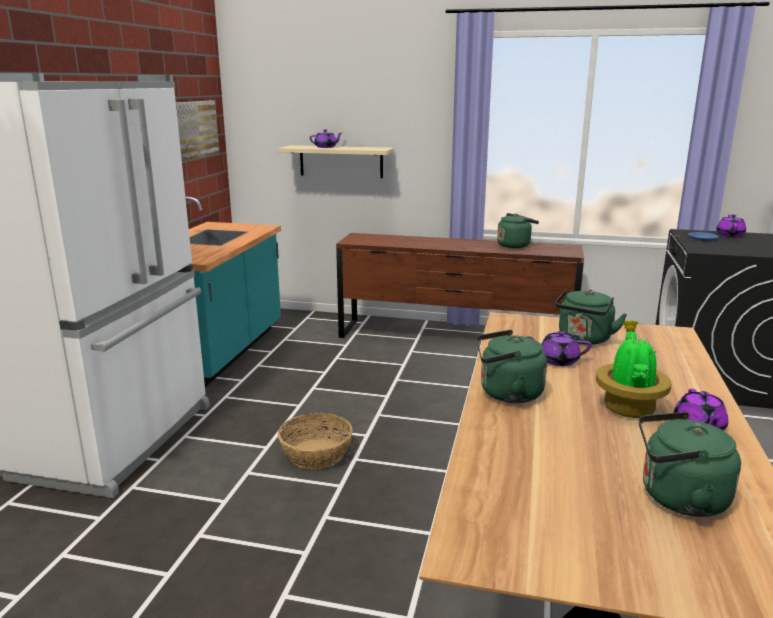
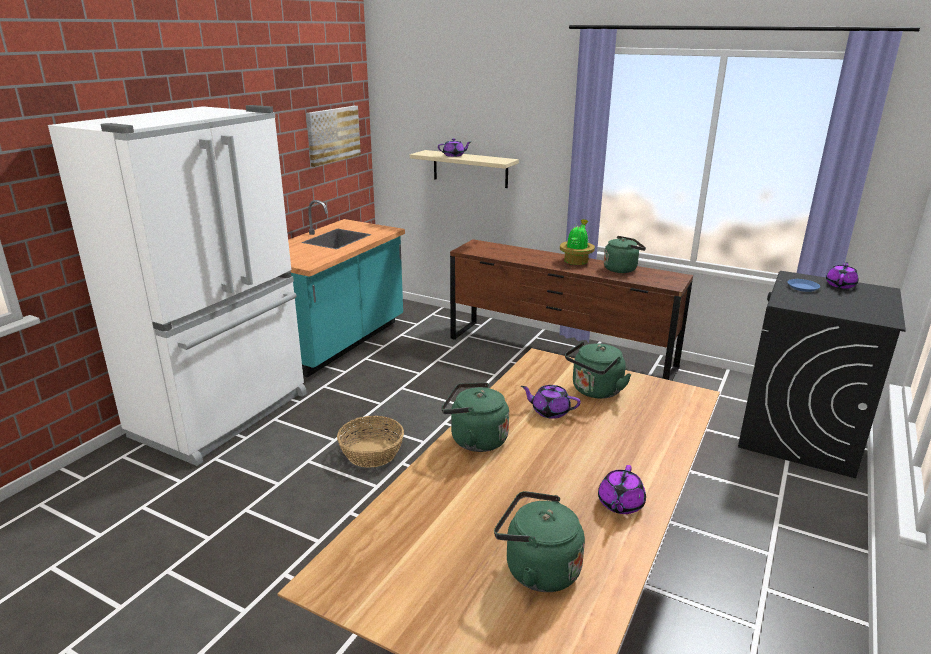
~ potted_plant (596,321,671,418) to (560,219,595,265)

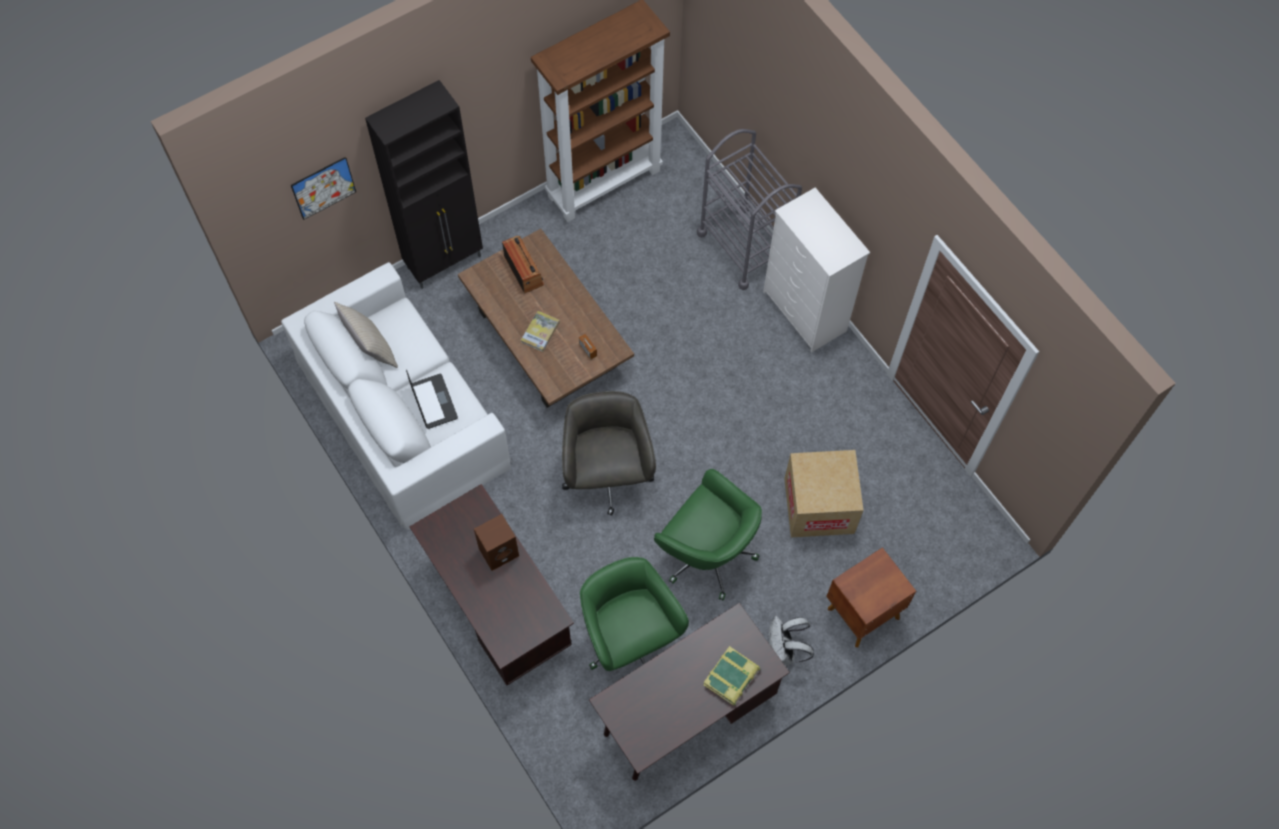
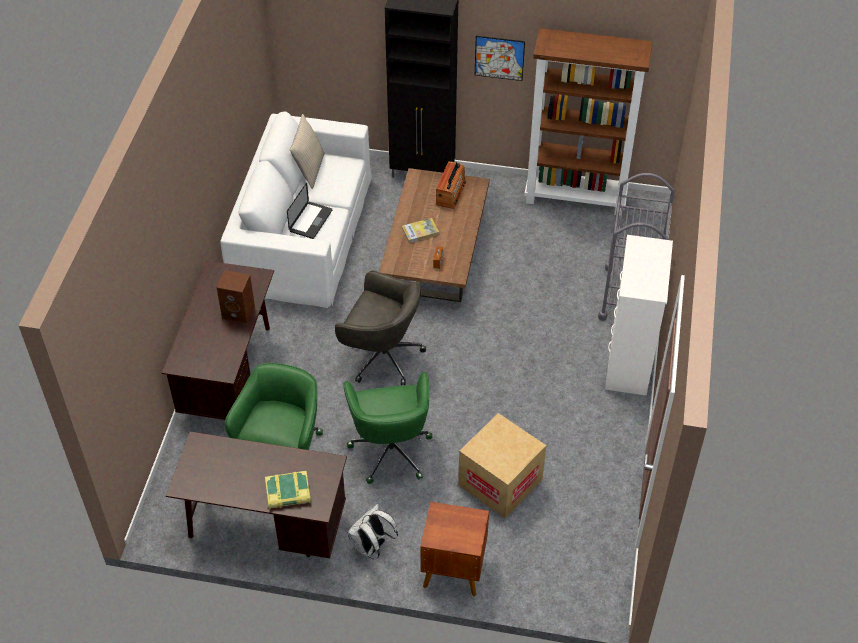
~ picture (291,157,356,220) to (475,36,525,81)
~ grey_office_chair (562,391,656,516) = (335,271,426,385) 75 degrees clockwise

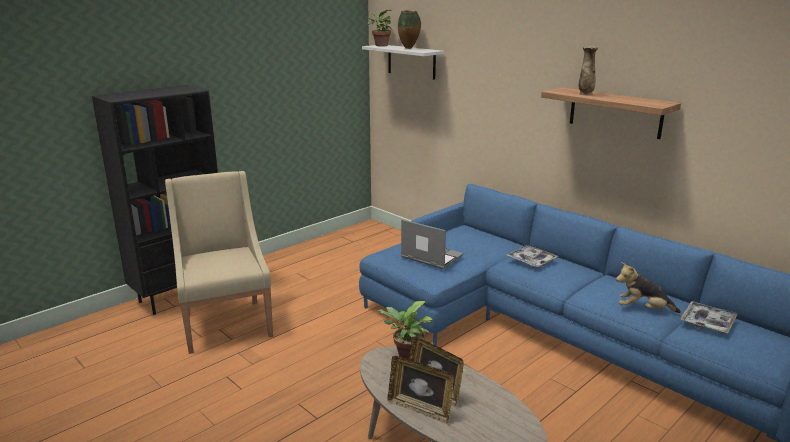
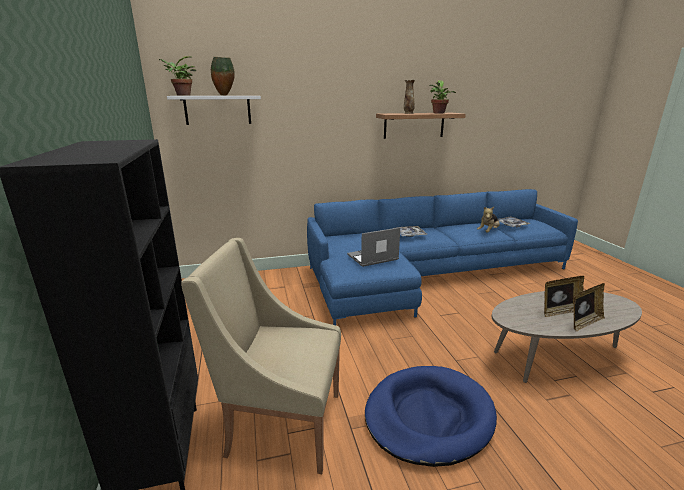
~ potted_plant (377,301,434,359) to (430,80,456,114)
+ blue_dog_bed (365,366,497,467)

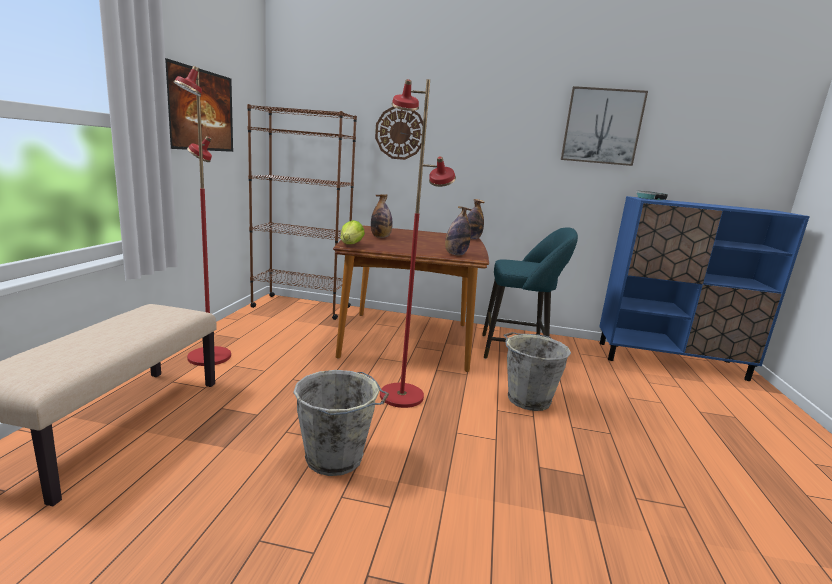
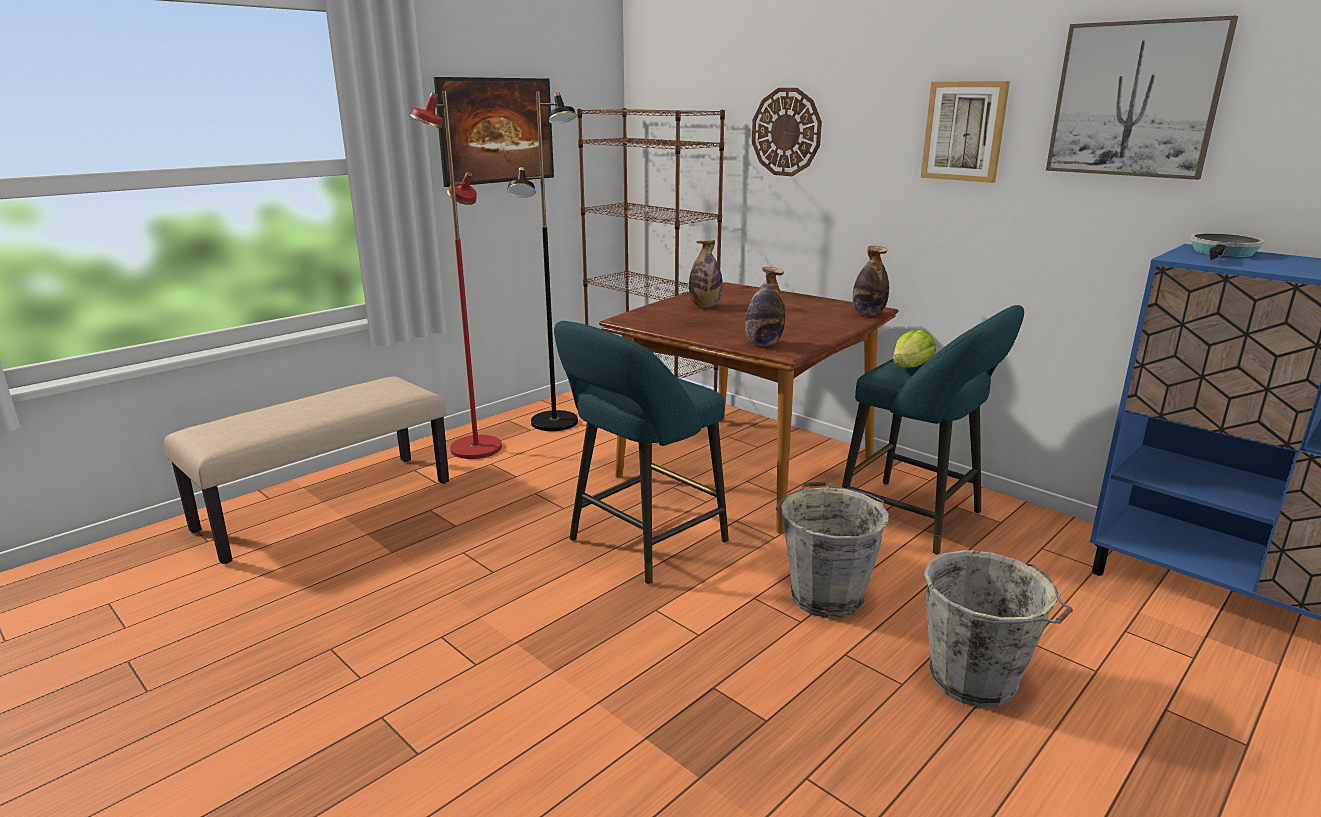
~ red_floor_lamp (380,79,456,408) to turquoise_stool (554,321,729,585)
~ lettuce (341,220,365,244) to (893,328,936,368)
~ grey_bucket (293,370,389,476) to (924,550,1073,708)
+ picture (921,81,1010,183)
+ black_floor_lamp (507,91,578,431)

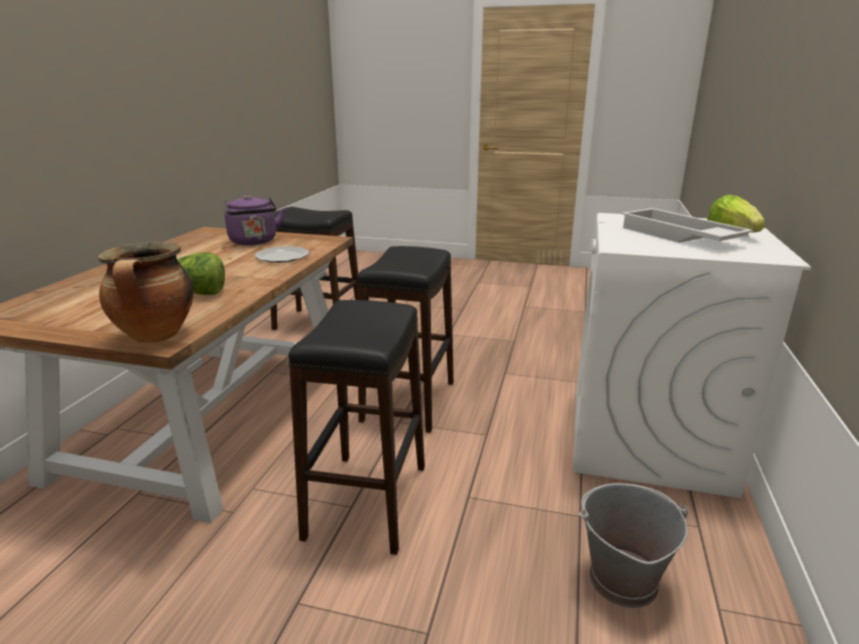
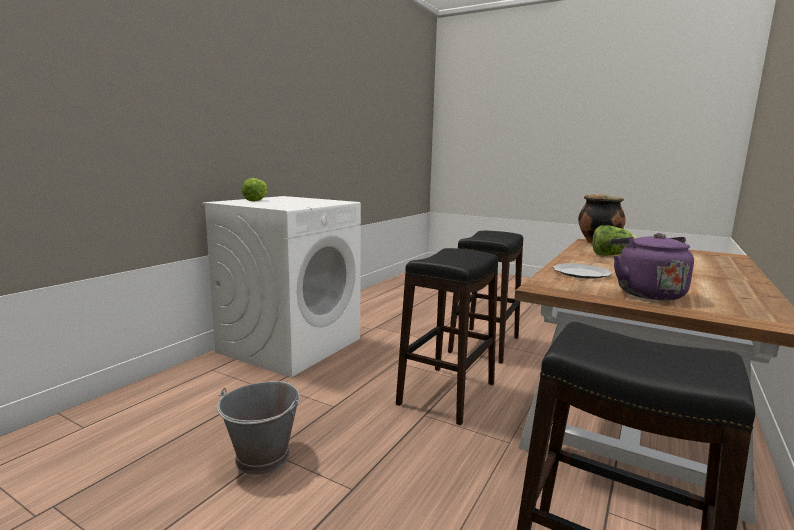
- white_tray (622,208,753,243)
~ grey_bucket (579,483,688,608) to (216,381,300,475)

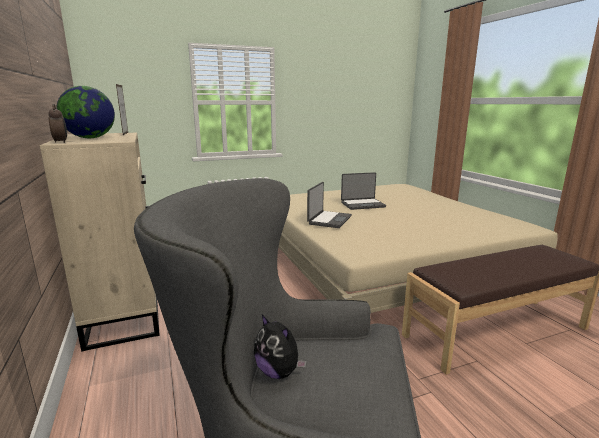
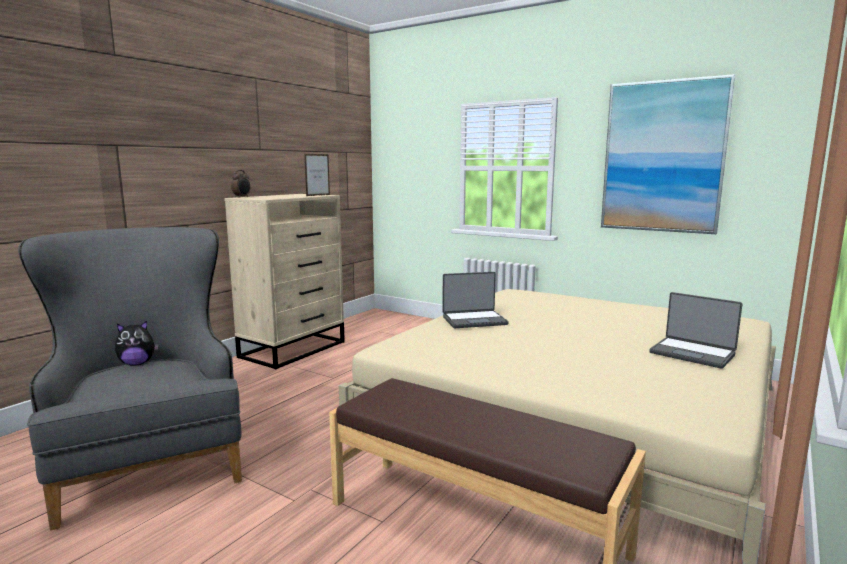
- globe (56,86,115,138)
~ laptop (341,172,386,210) to (649,292,742,369)
~ plush_toy (254,315,307,379) = (115,321,159,366) 120 degrees counterclockwise
+ picture (601,74,735,234)

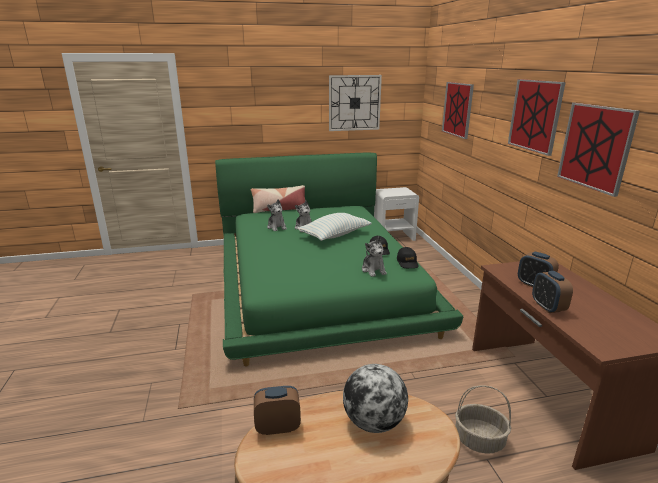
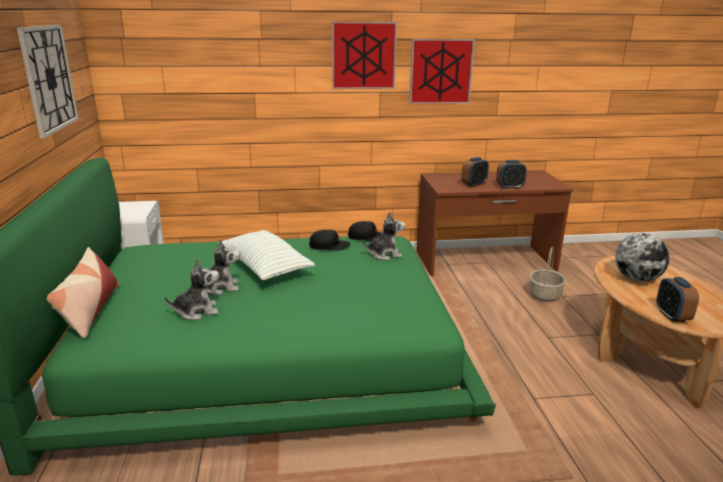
- picture (442,82,474,139)

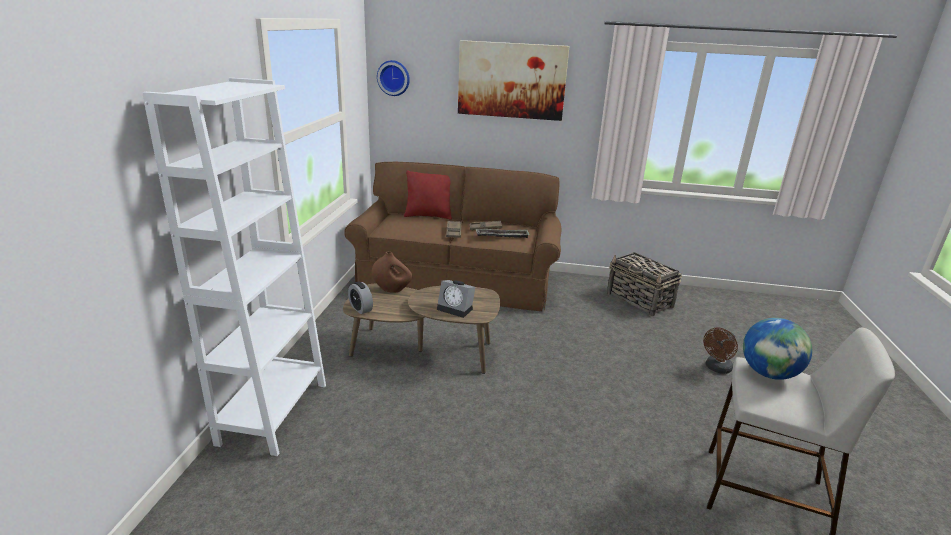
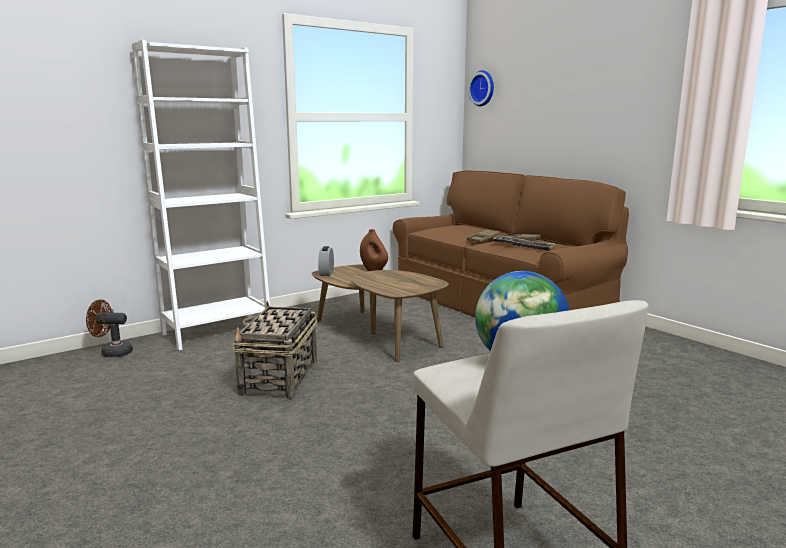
- picture (458,40,570,121)
- red_pillow (404,171,452,220)
~ basket (607,252,682,316) to (233,301,318,399)
- alarm_clock (437,280,475,318)
~ brown_fan (703,328,738,374) to (86,300,133,357)

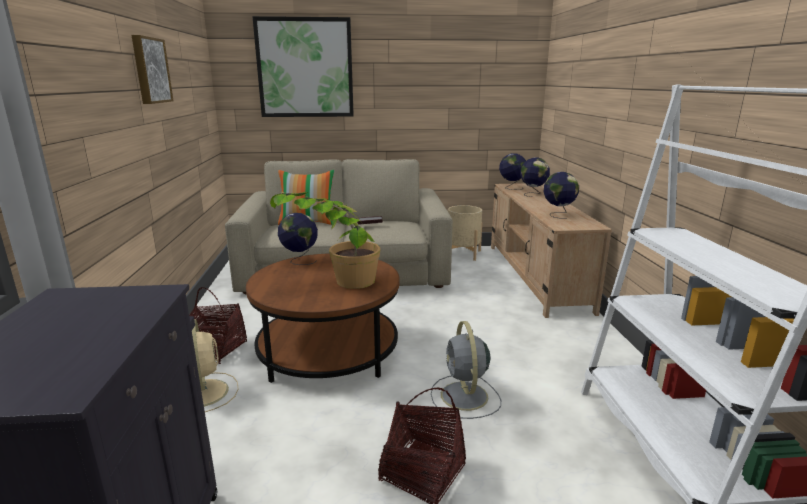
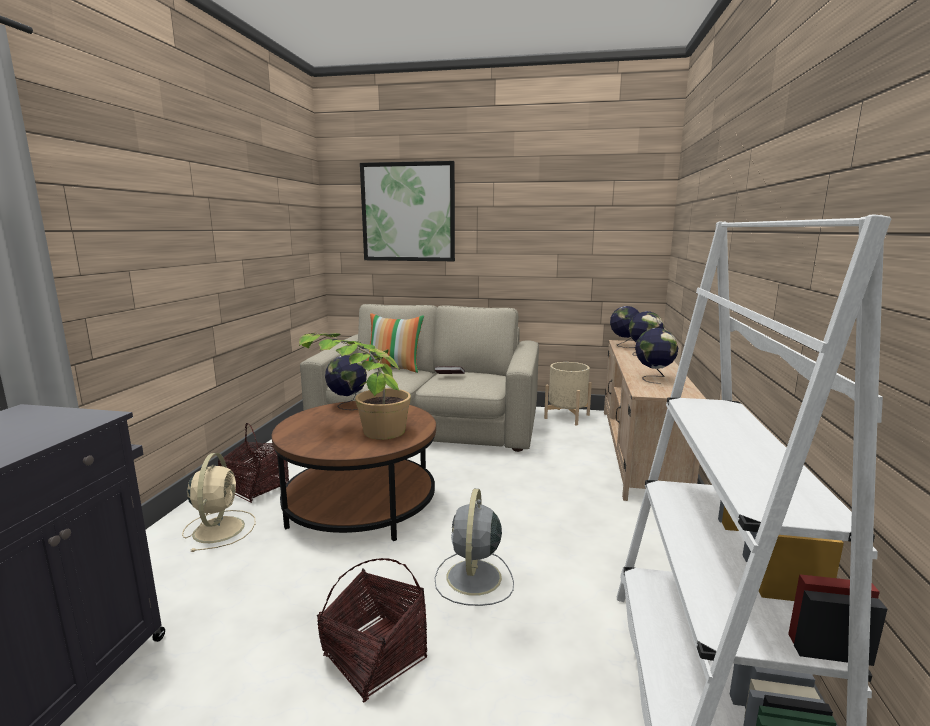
- picture (131,35,174,104)

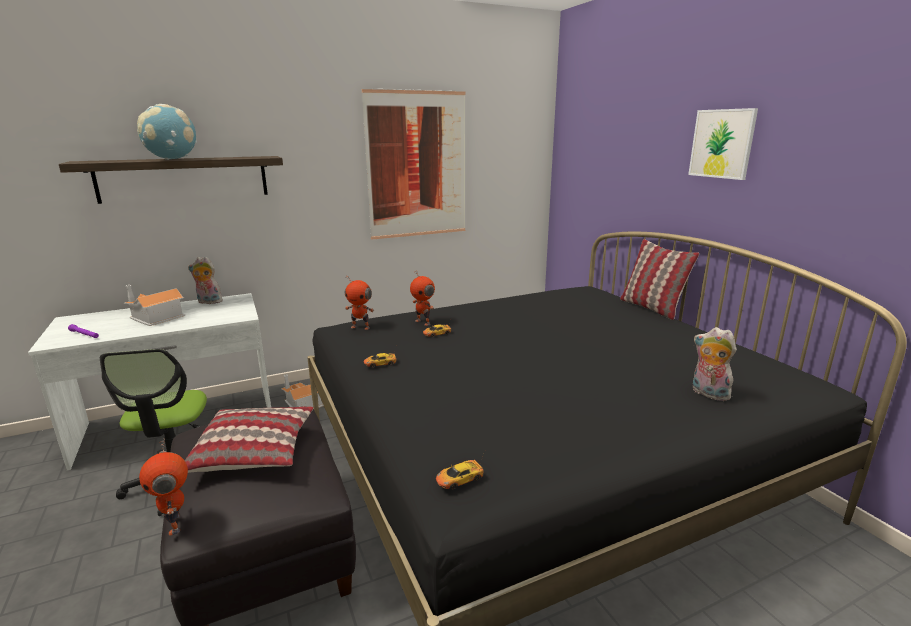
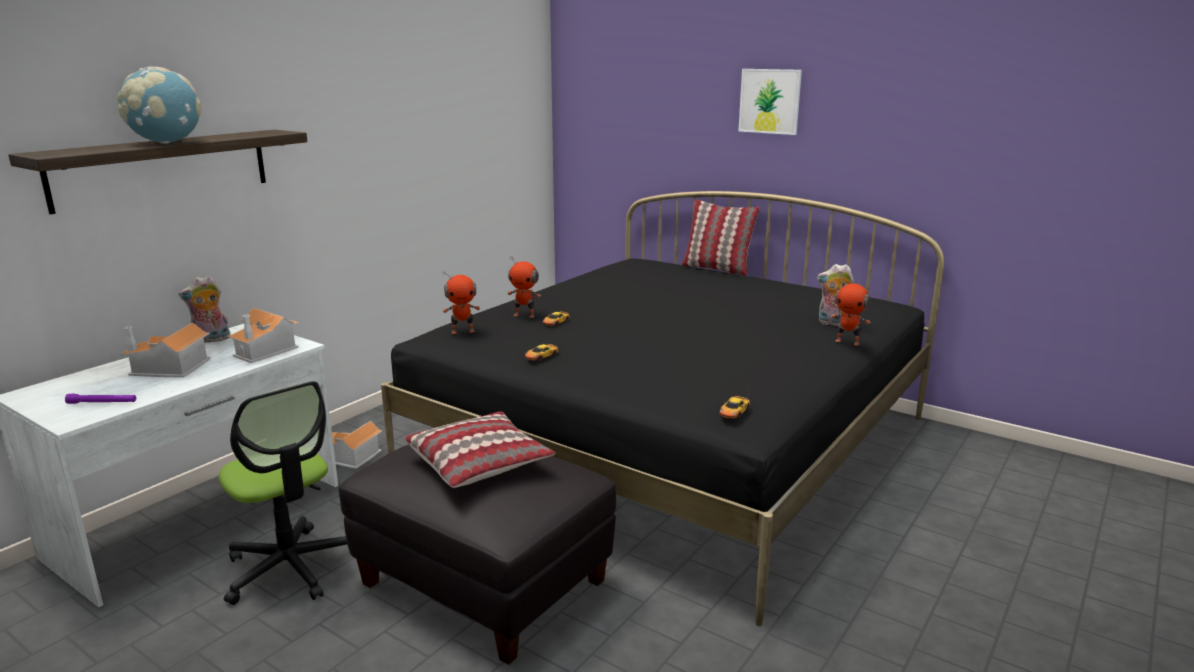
- picture (362,89,466,240)
~ toy_robot (139,438,188,536) to (831,276,870,346)
+ toy_house (228,308,299,363)

